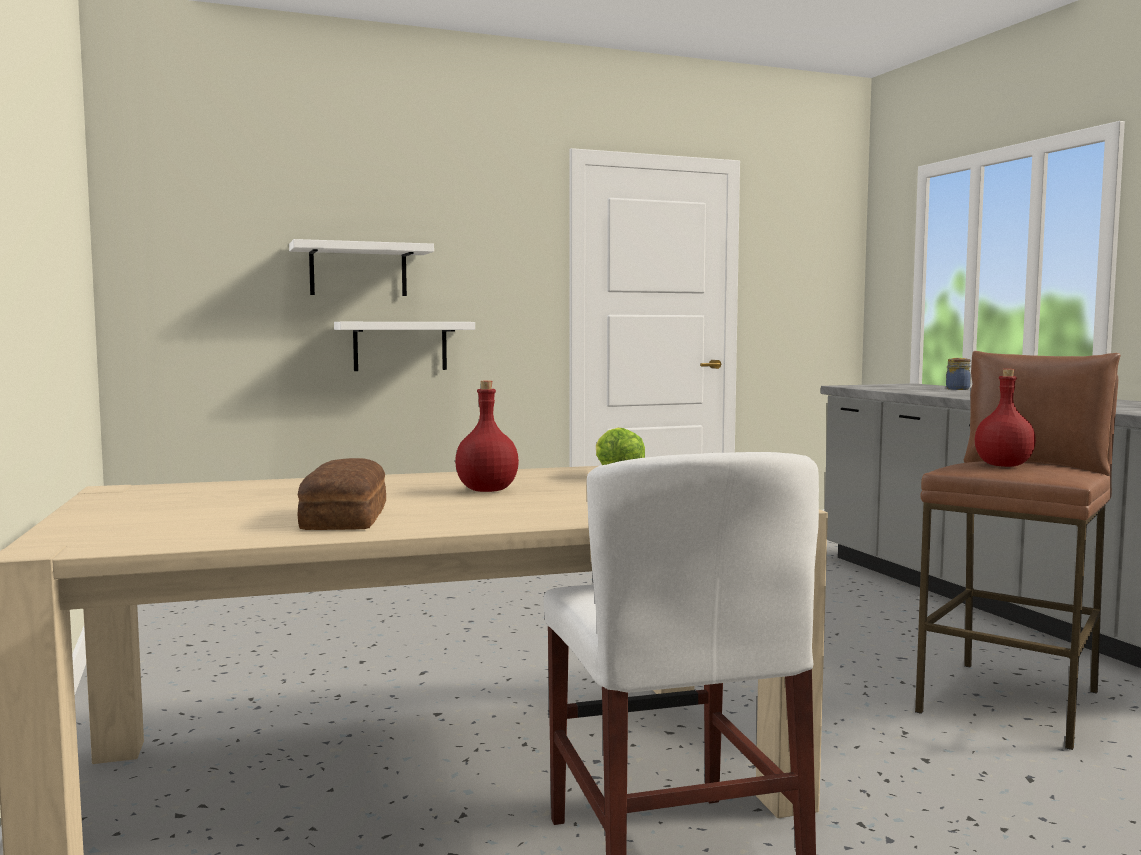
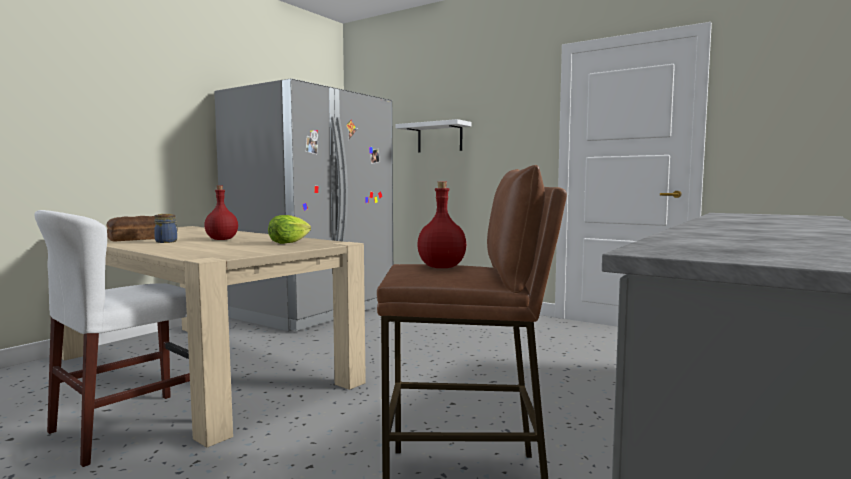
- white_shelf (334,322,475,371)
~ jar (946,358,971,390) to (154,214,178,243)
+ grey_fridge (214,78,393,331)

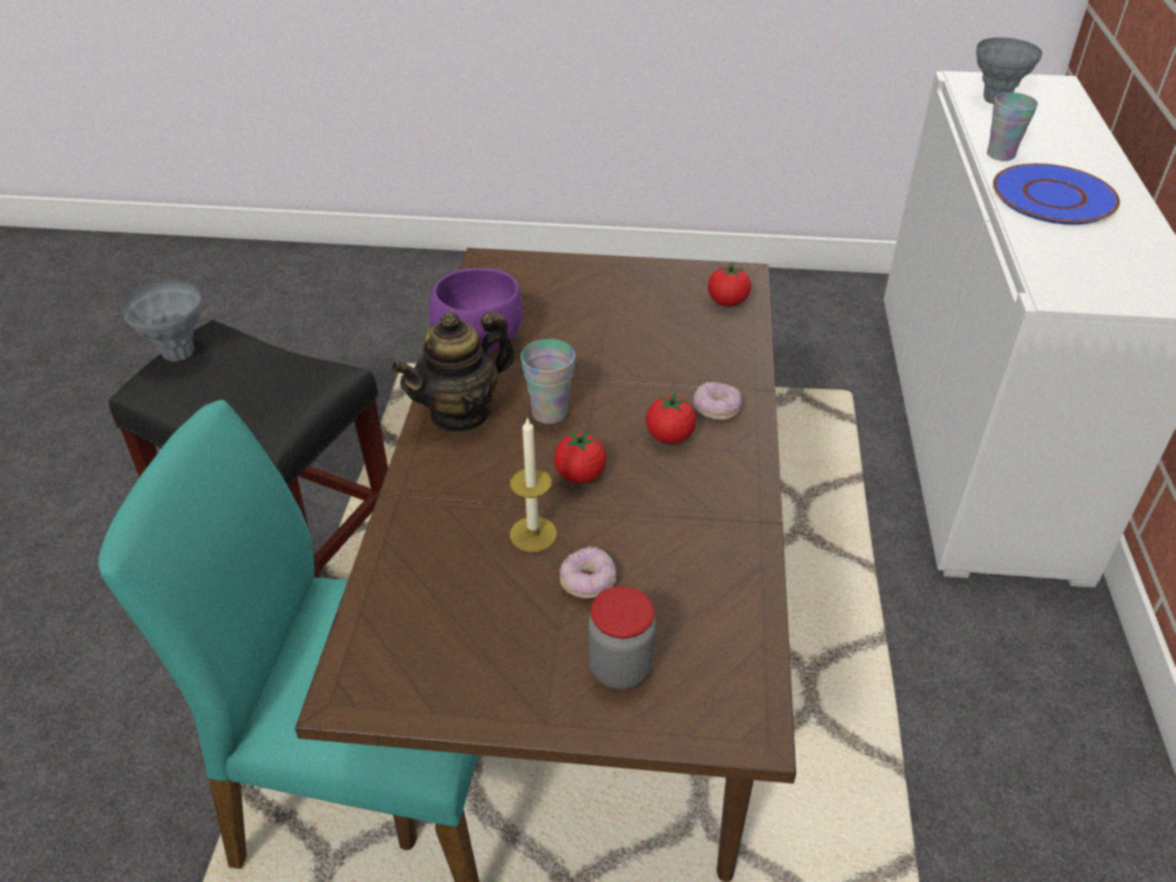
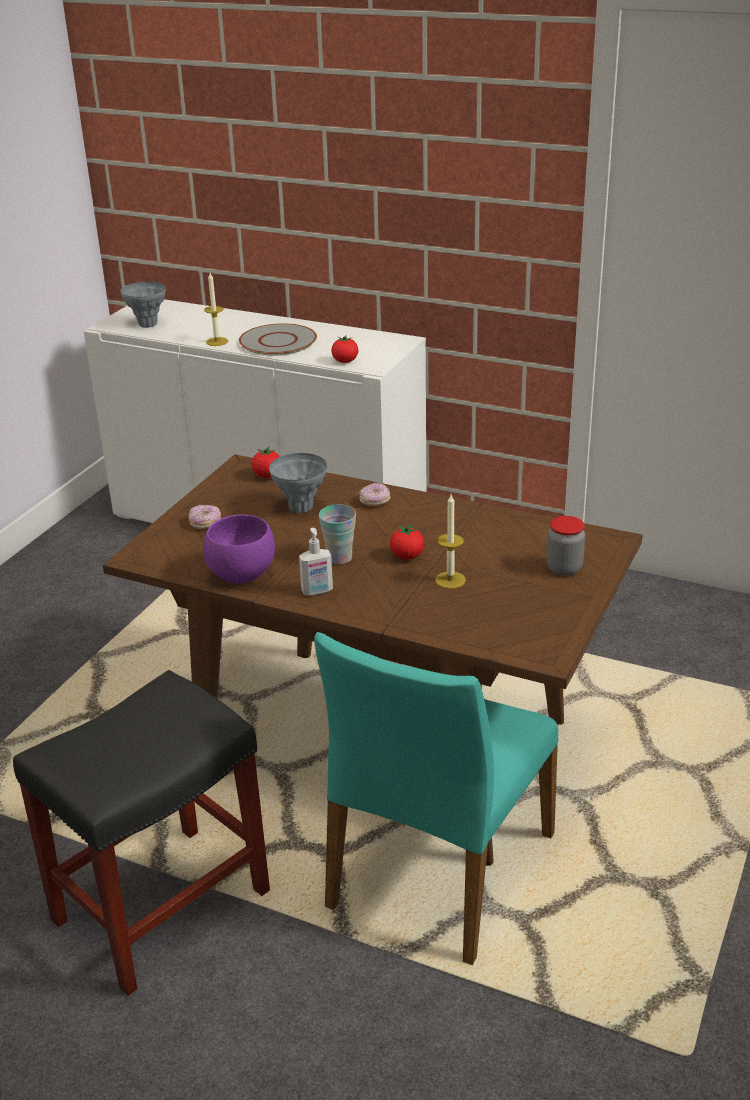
~ cup (987,92,1038,161) to candle (204,273,228,346)
~ blue_plate (993,163,1120,225) to grey_plate (239,323,317,355)
~ grey_vase (121,281,202,362) to (269,453,327,513)
~ teapot (391,312,515,434) to soap_dispenser (299,528,333,596)
~ tomato (646,392,696,444) to (331,335,358,363)
~ donut (560,546,616,599) to (188,505,221,529)

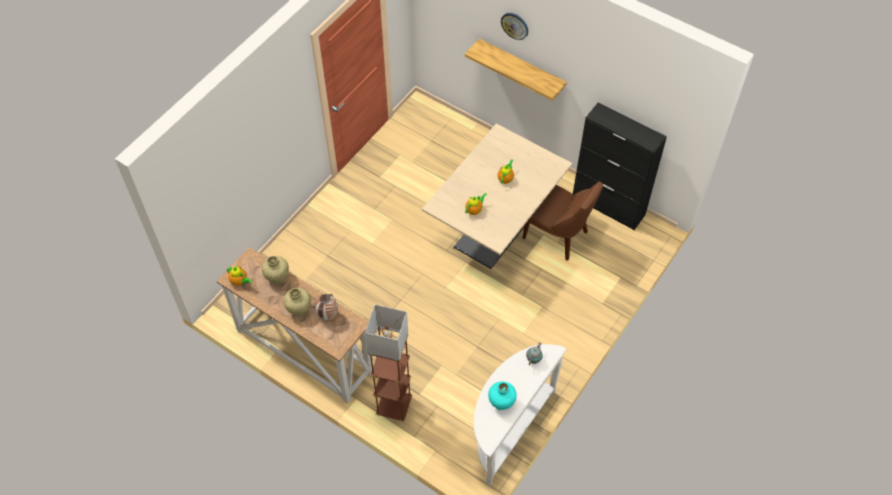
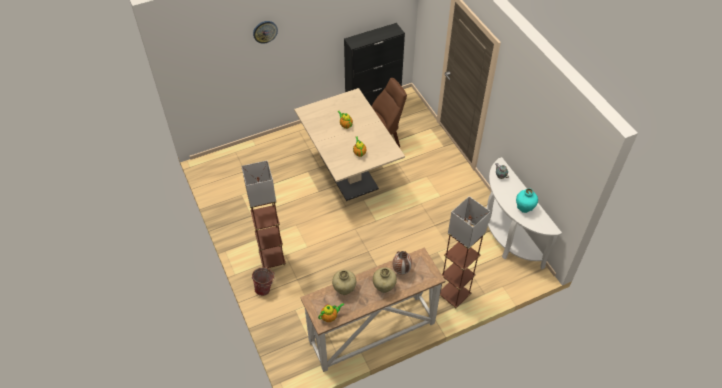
- shelf (465,39,567,101)
+ brown_floor_lamp (241,160,286,268)
+ bucket (252,268,275,296)

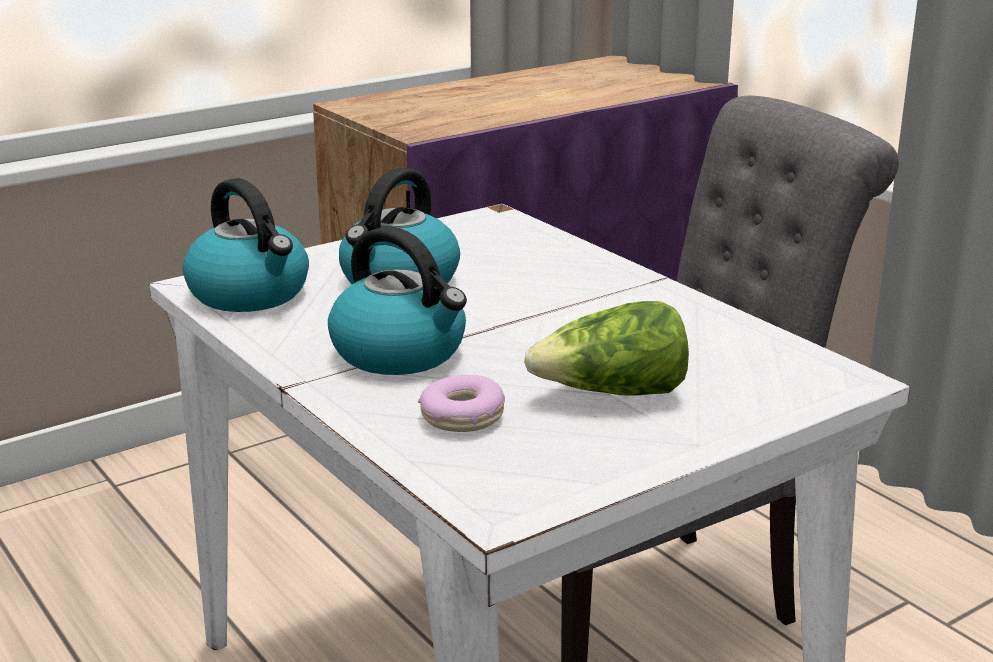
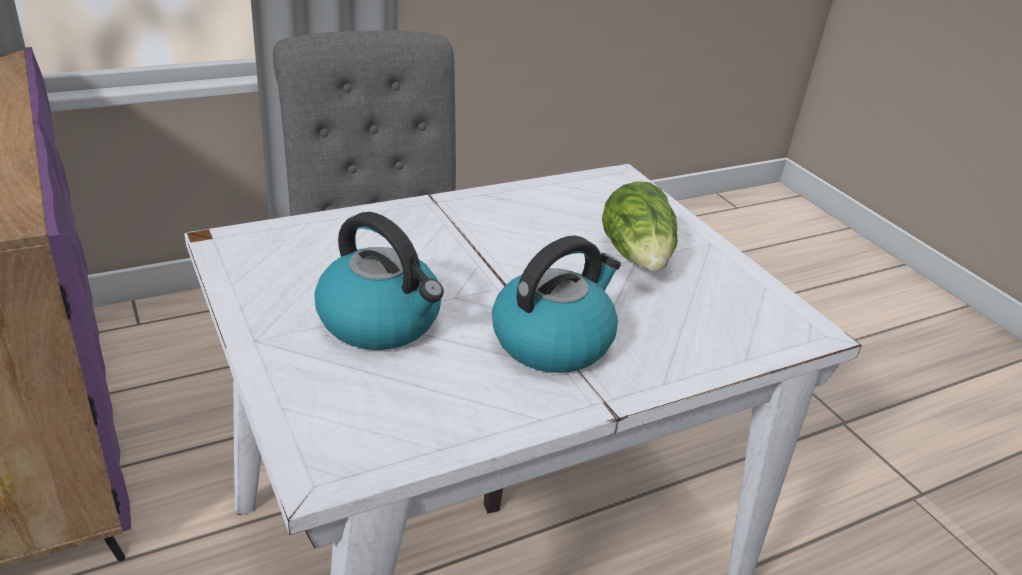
- kettle (183,178,309,312)
- donut (418,375,505,432)

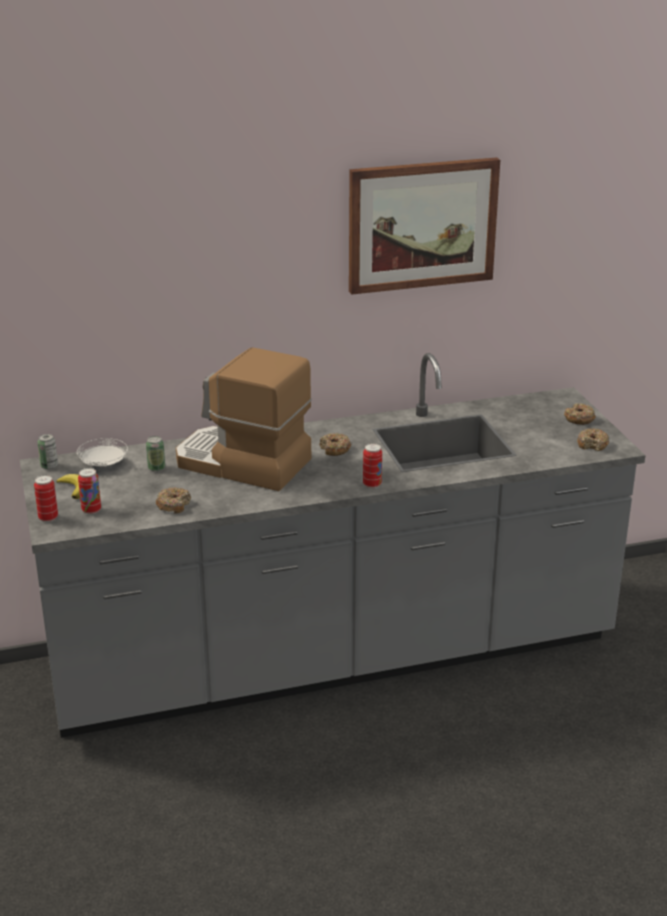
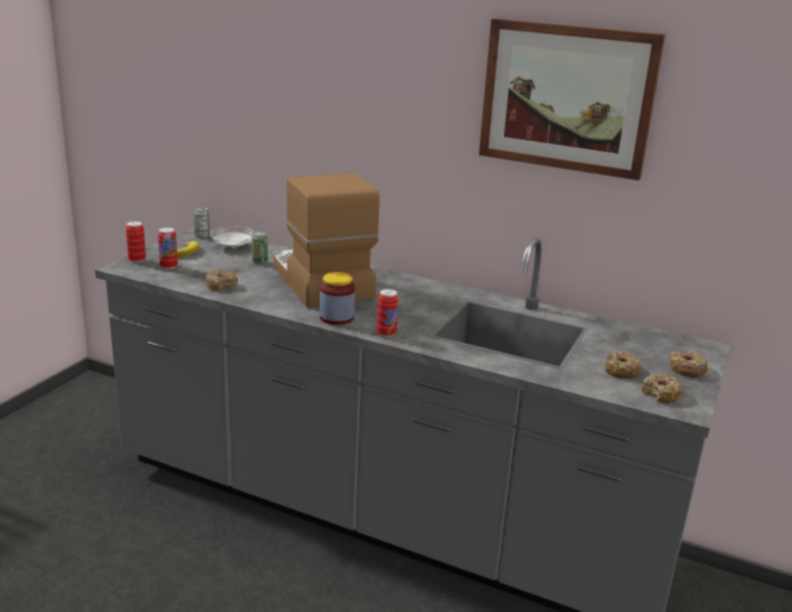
~ donut (319,433,351,456) to (605,352,643,378)
+ jar (320,272,355,325)

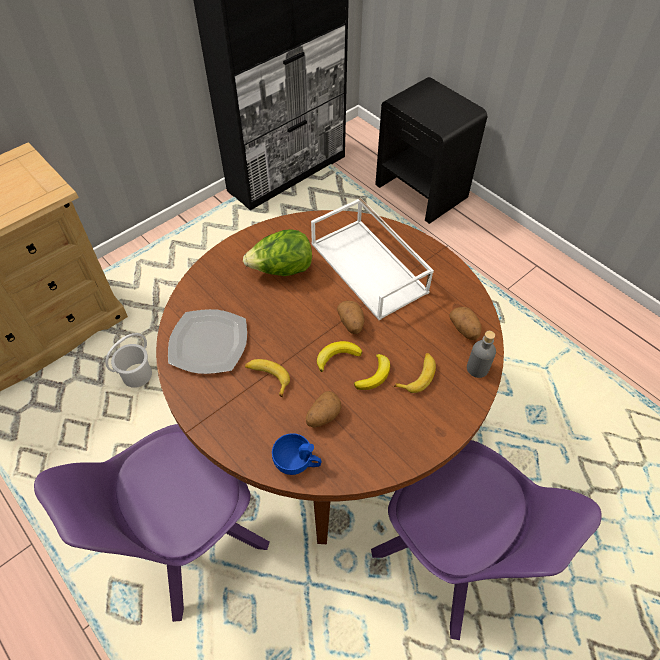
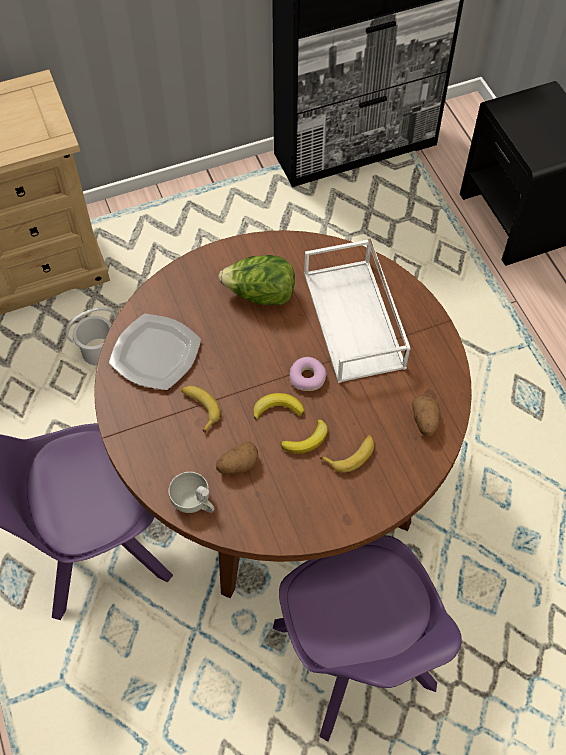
~ potato (337,301,364,334) to donut (289,357,327,391)
- grey_bottle (467,331,496,378)
~ blue_cup (272,433,321,475) to white_cup (169,472,215,513)

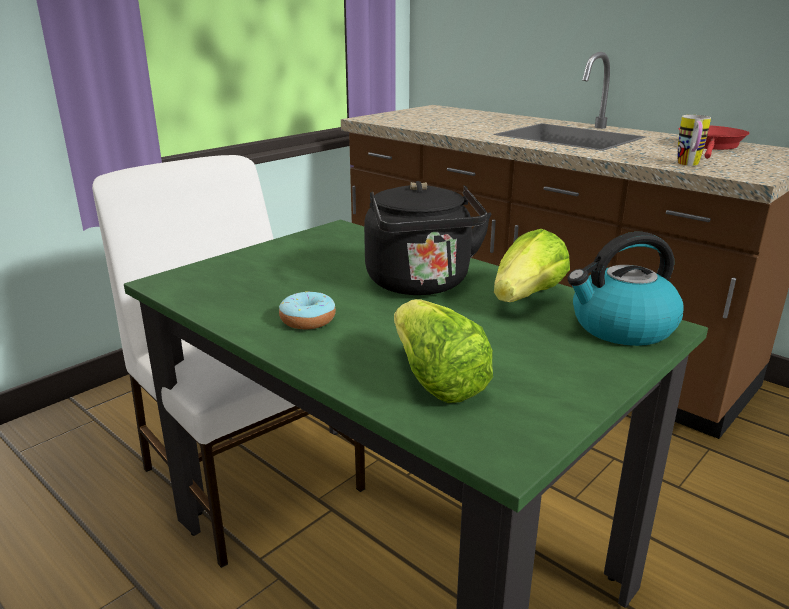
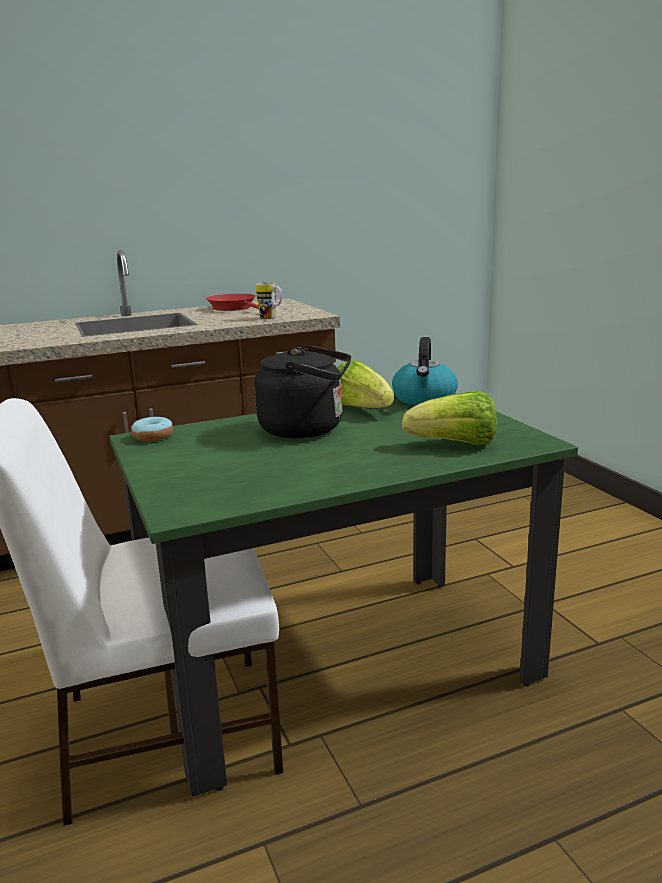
~ donut (279,291,336,329) to (131,416,173,442)

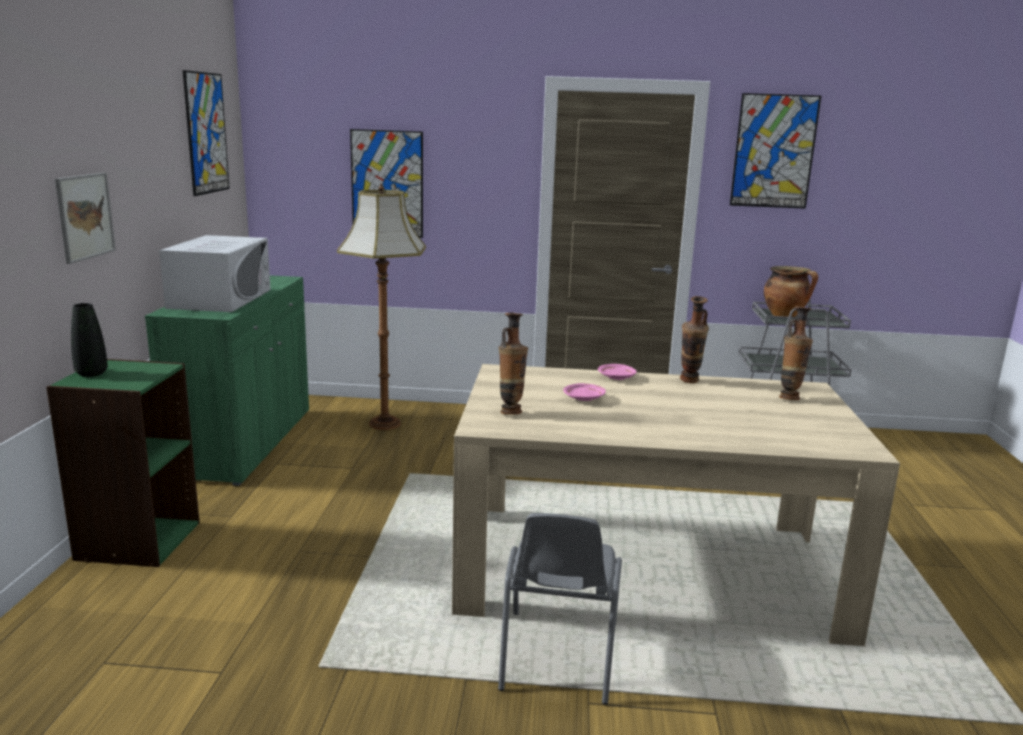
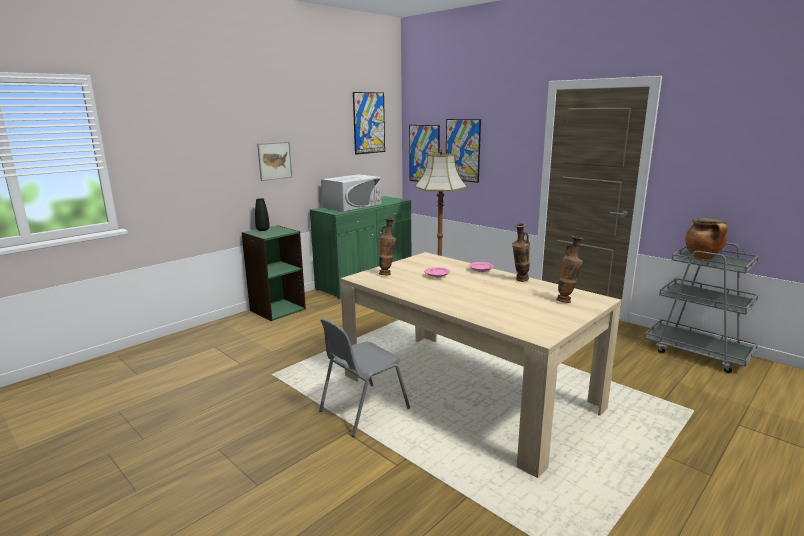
~ picture (730,93,821,209) to (409,125,440,182)

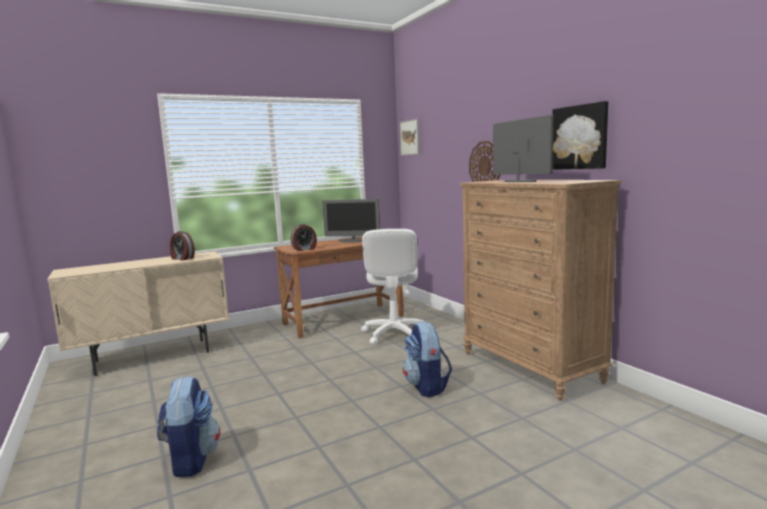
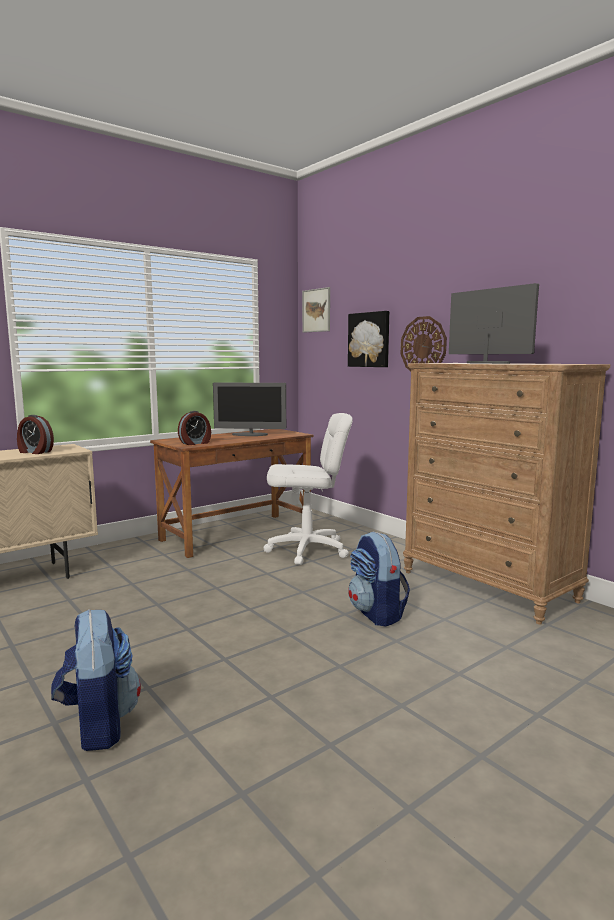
~ picture (552,101,608,170) to (348,311,389,367)
~ white_office_chair (361,229,424,345) = (264,413,353,565) 90 degrees counterclockwise

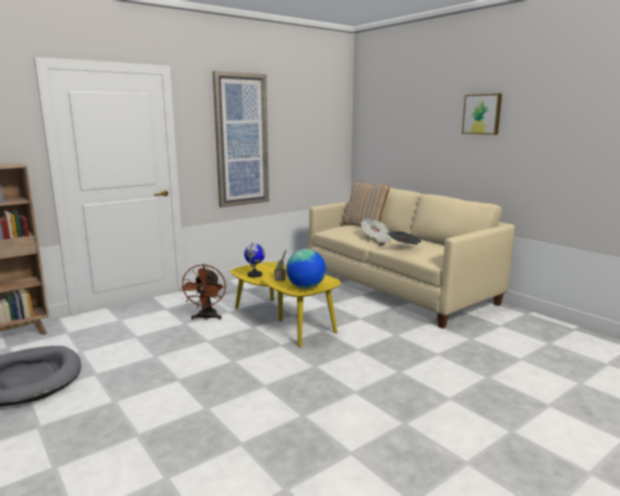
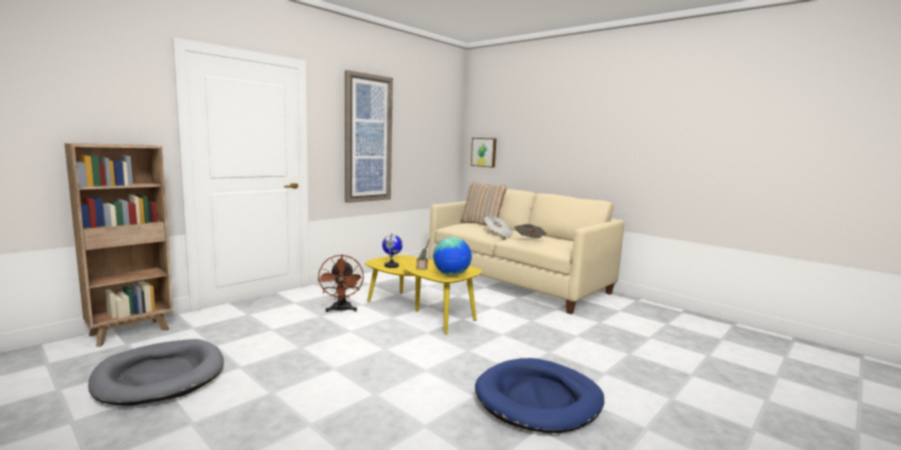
~ picture (462,94,502,135) to (471,138,496,168)
+ blue_dog_bed (475,358,604,433)

